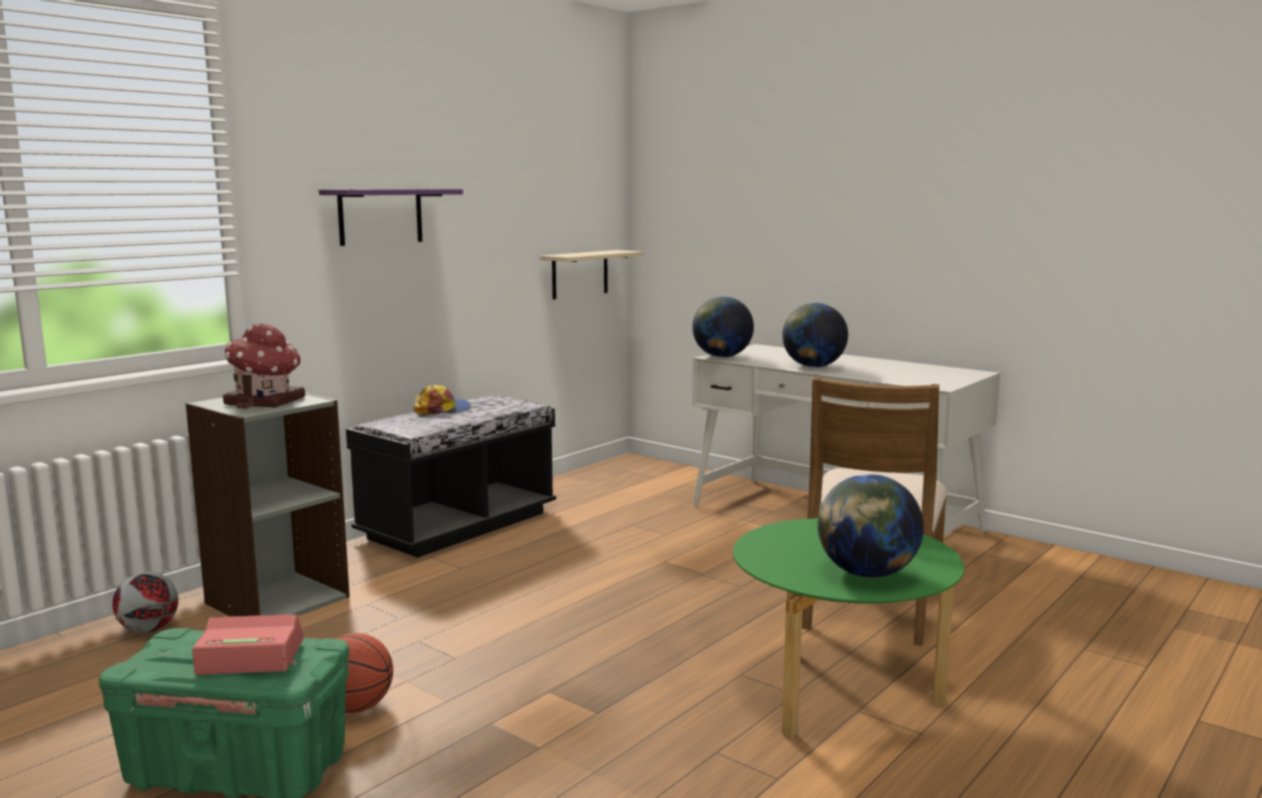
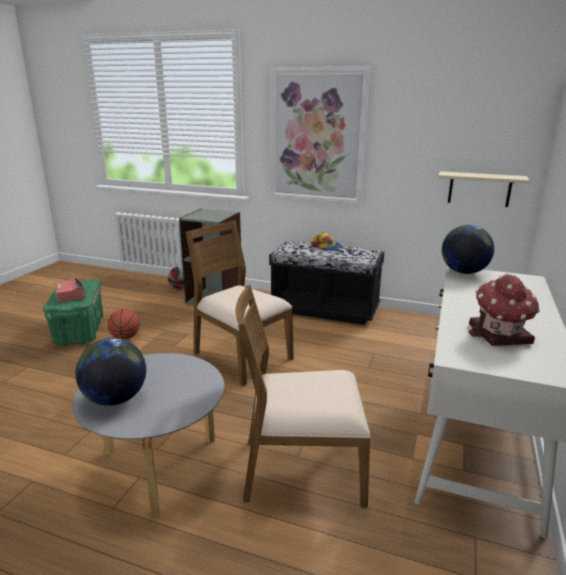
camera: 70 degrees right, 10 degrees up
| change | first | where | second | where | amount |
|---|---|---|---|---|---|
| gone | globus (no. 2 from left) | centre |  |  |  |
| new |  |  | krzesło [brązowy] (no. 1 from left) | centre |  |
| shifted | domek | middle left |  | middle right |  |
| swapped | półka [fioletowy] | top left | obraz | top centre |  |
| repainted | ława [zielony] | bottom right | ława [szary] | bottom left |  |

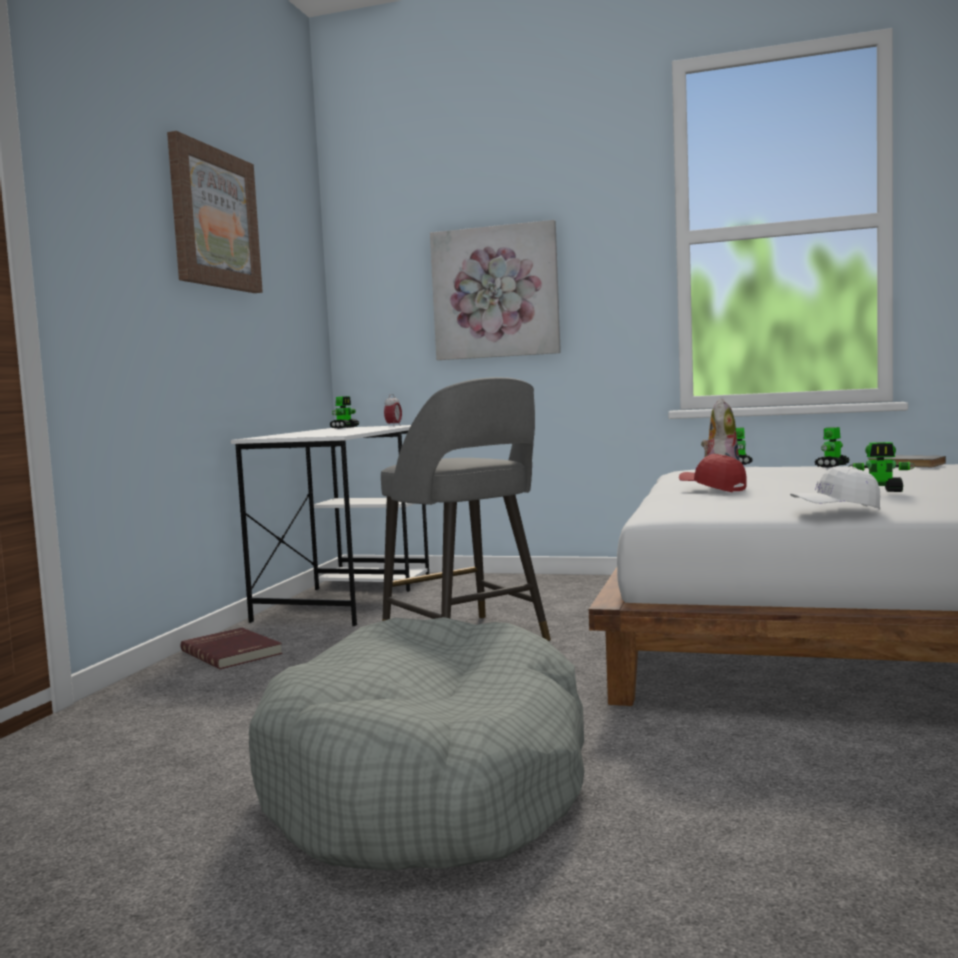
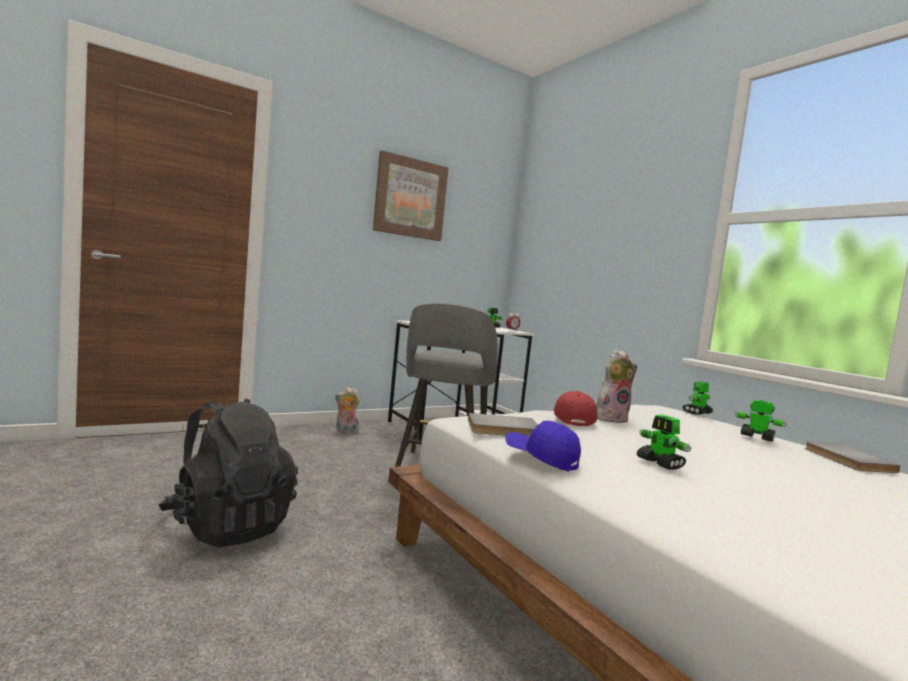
camera: 40 degrees right, 0 degrees up
| change | first | where | second | where | amount |
|---|---|---|---|---|---|
| gone | obraz (no. 2 from left) | top centre |  |  |  |
| new |  |  | książka [szary] (no. 1 from left) | centre |  |
| swapped | książka [czerwony] | bottom left | pluszak (no. 1 from left) | centre |  |
| swapped | legowisko [szary] | bottom centre | plecak [czarny] | bottom left |  |
| repainted | czapka z daszkiem [biały] | middle right | czapka z daszkiem [niebieski] | centre |  |
| rotated | robot zabawkowy (no. 3 from left in the first image) | middle right | robot zabawkowy (no. 4 from left) | middle right | 45 degrees clockwise |

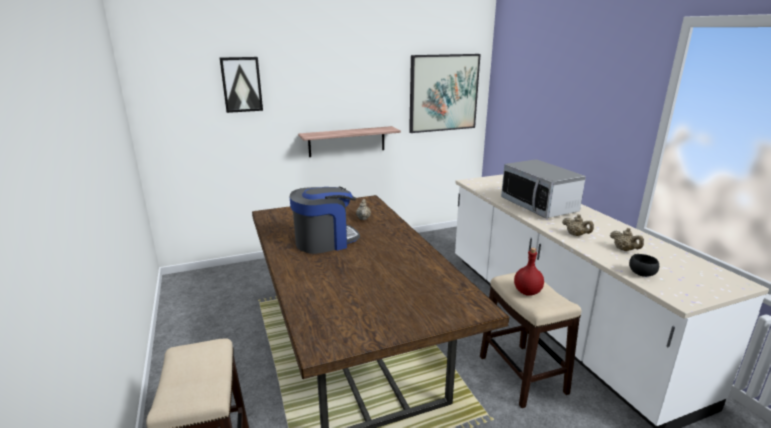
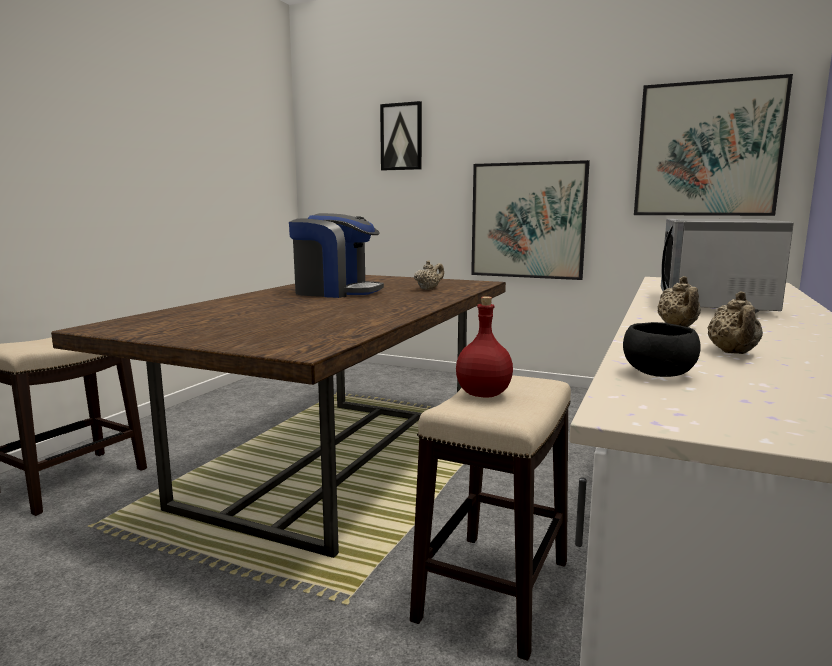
camera: 45 degrees right, 10 degrees down
| change | first | where | second | where | amount |
|---|---|---|---|---|---|
| swapped | półka | top centre | obraz (no. 2 from left) | top centre |  |

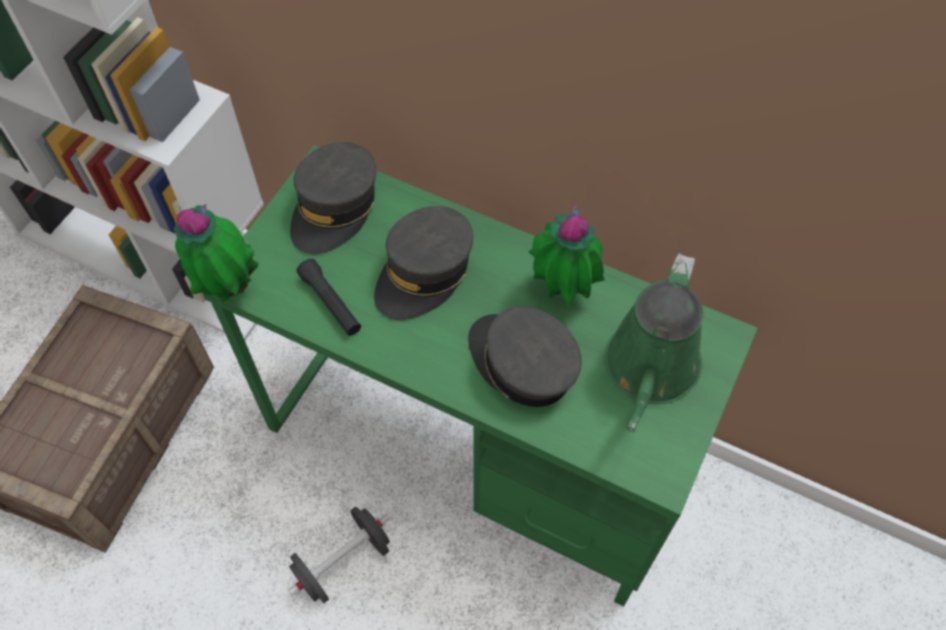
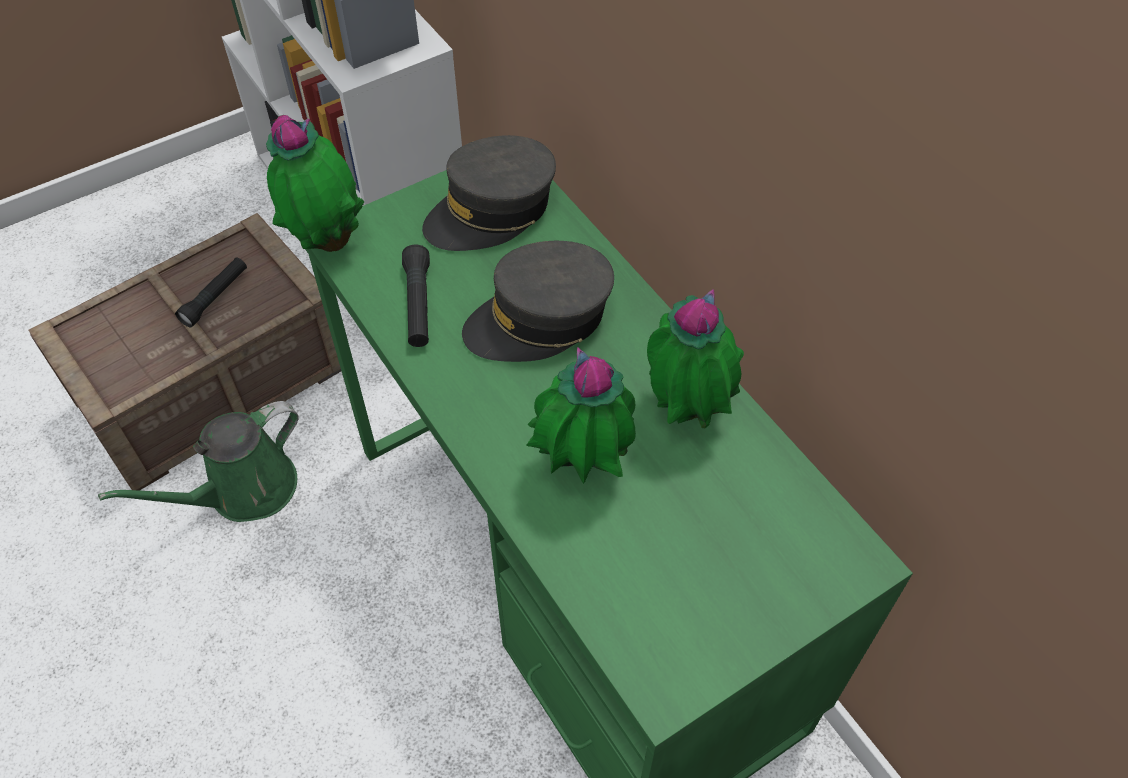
camera: 30 degrees right, 5 degrees down
| change | first | where | second | where | amount |
|---|---|---|---|---|---|
| gone | hantel [czarny] | bottom centre |  |  |  |
| new |  |  | latarka [czarny] (no. 1 from left) | middle left |  |
| shifted | konewka [zielony] | middle right |  | middle left |  |
| swapped | czapka z daszkiem [szary] (no. 3 from left) | centre | roślina doniczkowa (no. 2 from left) | centre |  |

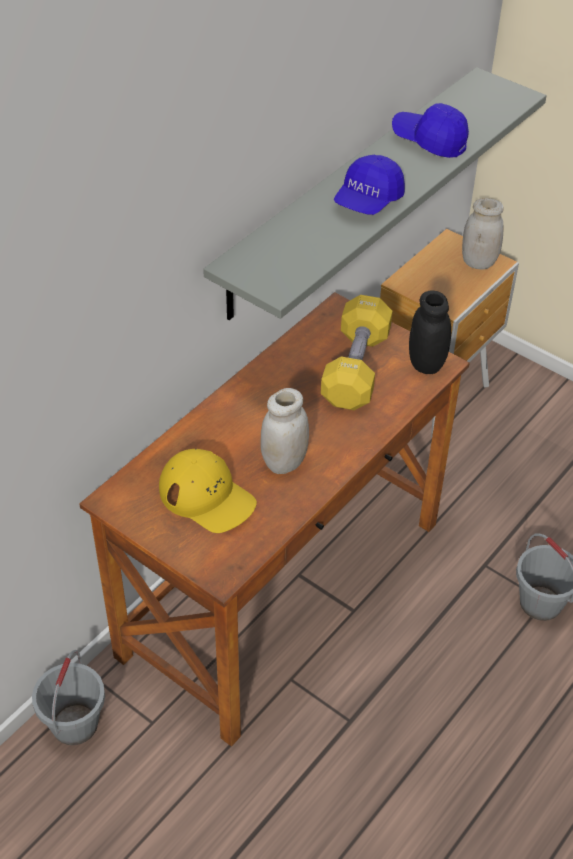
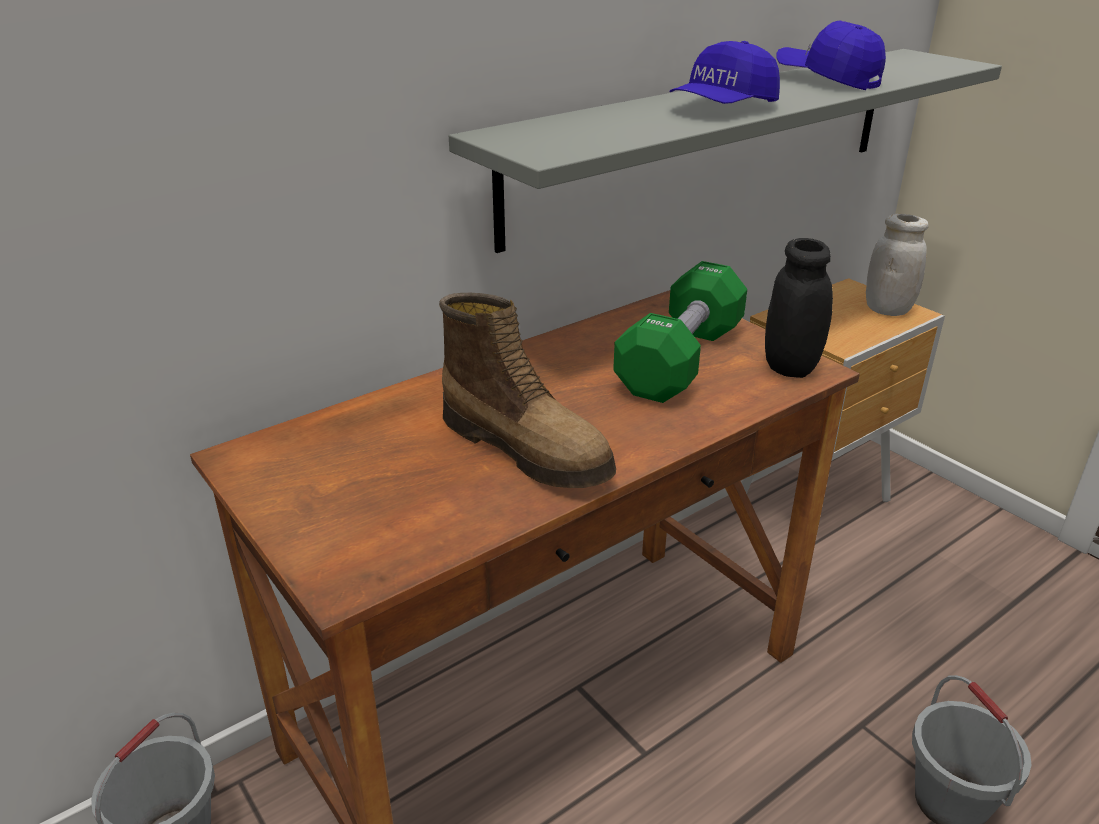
camera: 15 degrees right, 15 degrees down
| change | first | where | second | where | amount |
|---|---|---|---|---|---|
| gone | czapka z daszkiem [żółty] | centre |  |  |  |
| swapped | słoik [biały] (no. 1 from left) | centre | but z cholewką | centre |  |
| repainted | hantel [żółty] | centre | hantel [zielony] | centre |  |

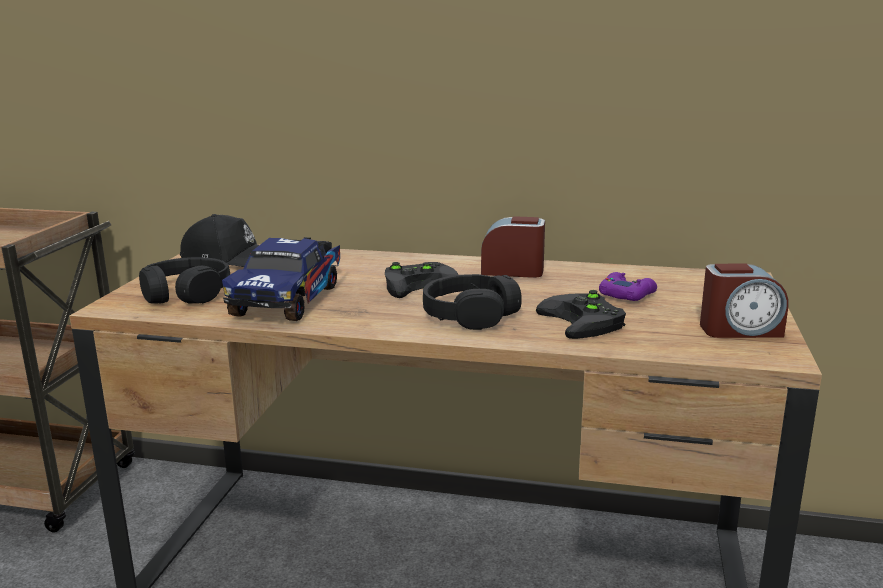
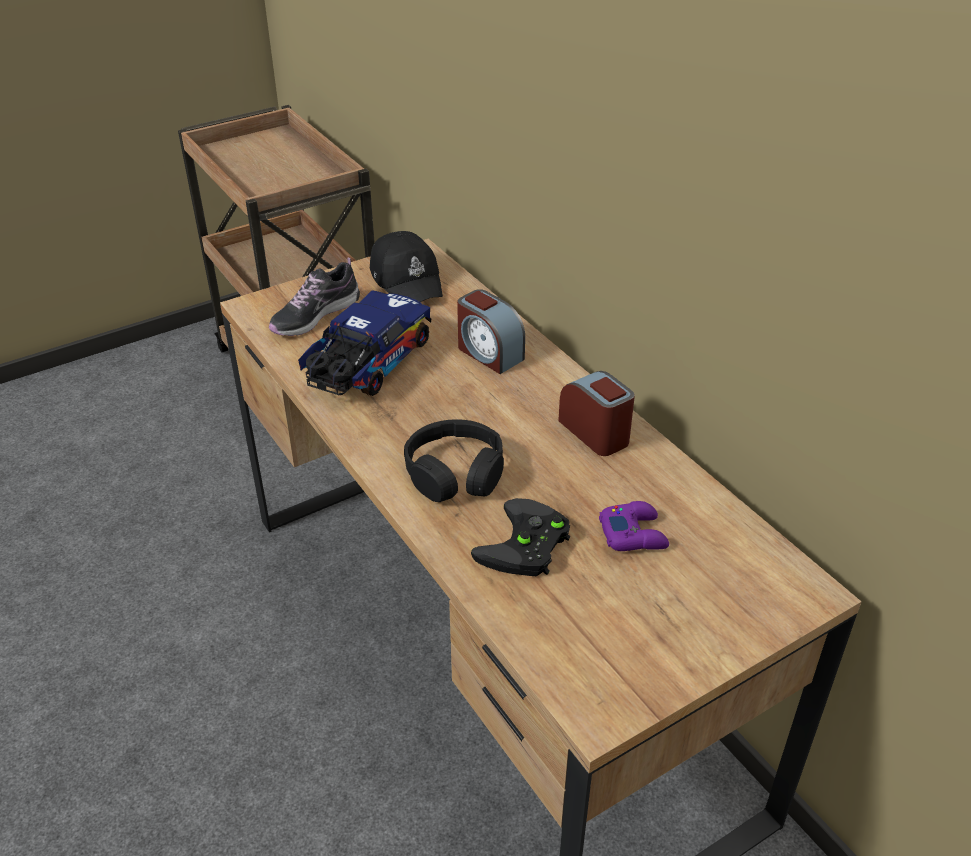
camera: 45 degrees right, 20 degrees up
| change | first | where | second | where | amount |
|---|---|---|---|---|---|
| gone | pad do gier [czarny] (no. 1 from left) | centre |  |  |  |
| shifted | budzik (no. 2 from left in the first image) | middle right | budzik (no. 1 from left) | centre |  |
| swapped | słuchawki [czarny] (no. 1 from left) | middle left | but | middle left |  |
| rotated | ciężarówka zabawkowa | middle left |  | centre | 150 degrees clockwise |

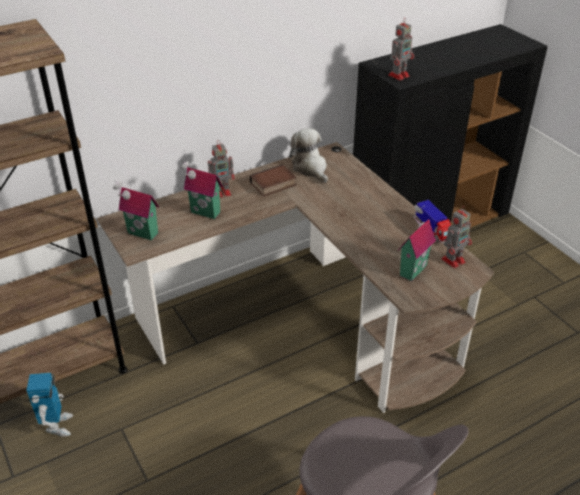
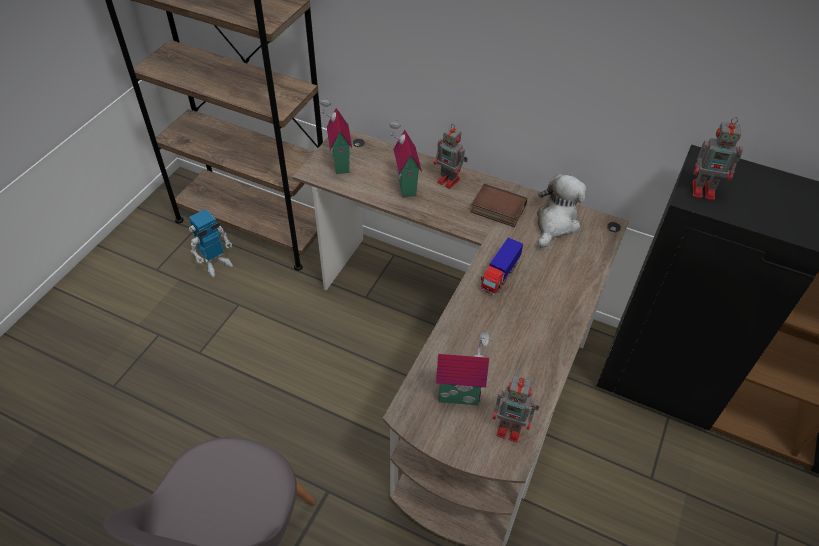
camera: 55 degrees right, 10 degrees up
| change | first | where | second | where | amount |
|---|---|---|---|---|---|
| shifted | ciężarówka zabawkowa | middle right |  | centre |  |

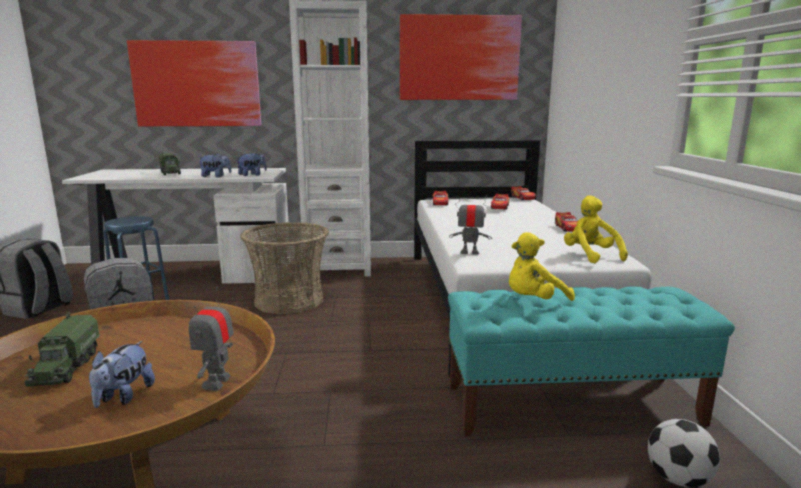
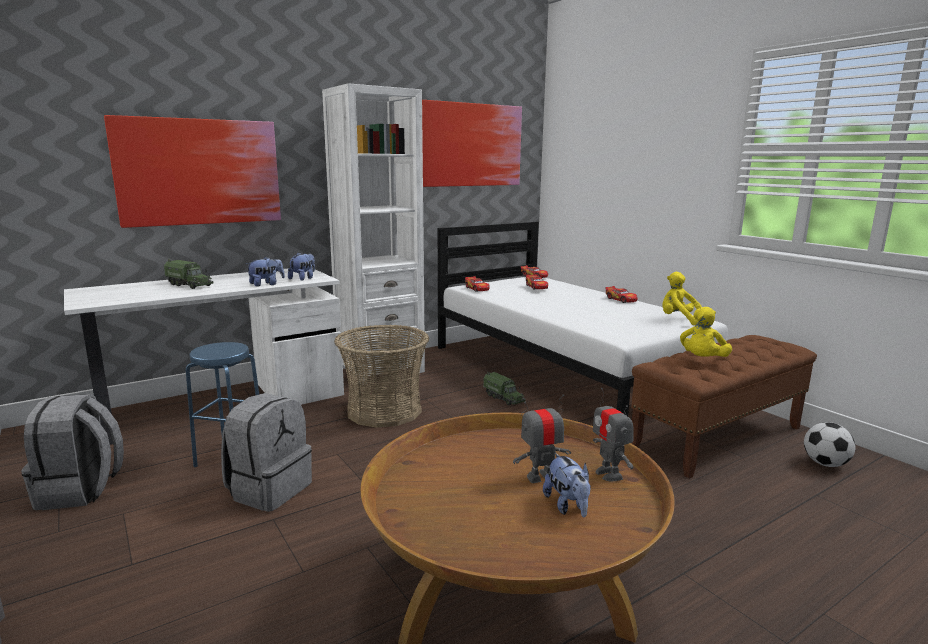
camera: 30 degrees left, 0 degrees up
| change | first | where | second | where | amount |
|---|---|---|---|---|---|
| shifted | ciężarówka zabawkowa (no. 1 from left in the first image) | bottom left | ciężarówka zabawkowa (no. 2 from left) | centre |  |
| shifted | robot zabawkowy (no. 2 from left in the first image) | centre | robot zabawkowy (no. 1 from left) | bottom centre |  |
| repainted | ławka [turkusowy] | bottom right | ławka [brązowy] | middle right |  |

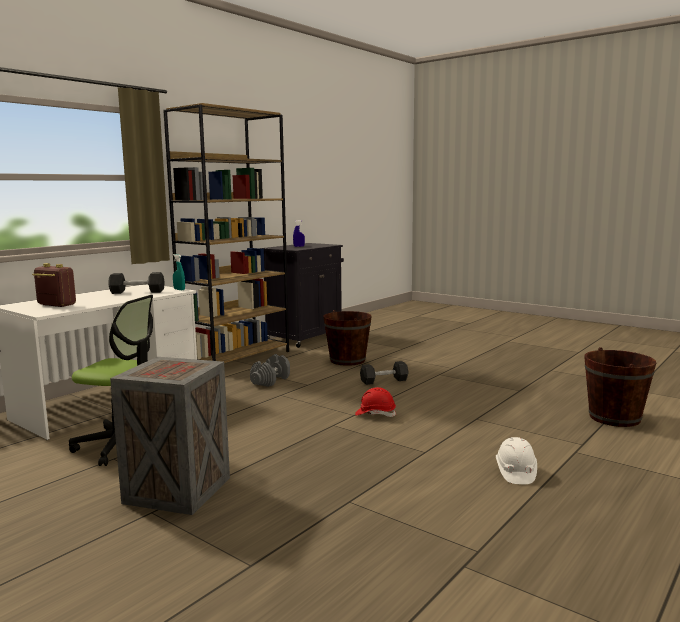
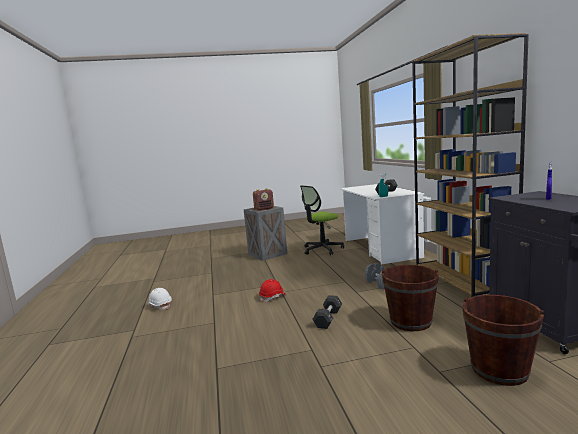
camera: 130 degrees right, 0 degrees up
| change | first | where | second | where | amount |
|---|---|---|---|---|---|
| shifted | radio | middle left |  | centre |  |
| shifted | wiadro [brązowy] (no. 2 from left) | middle right |  | bottom right |  |

